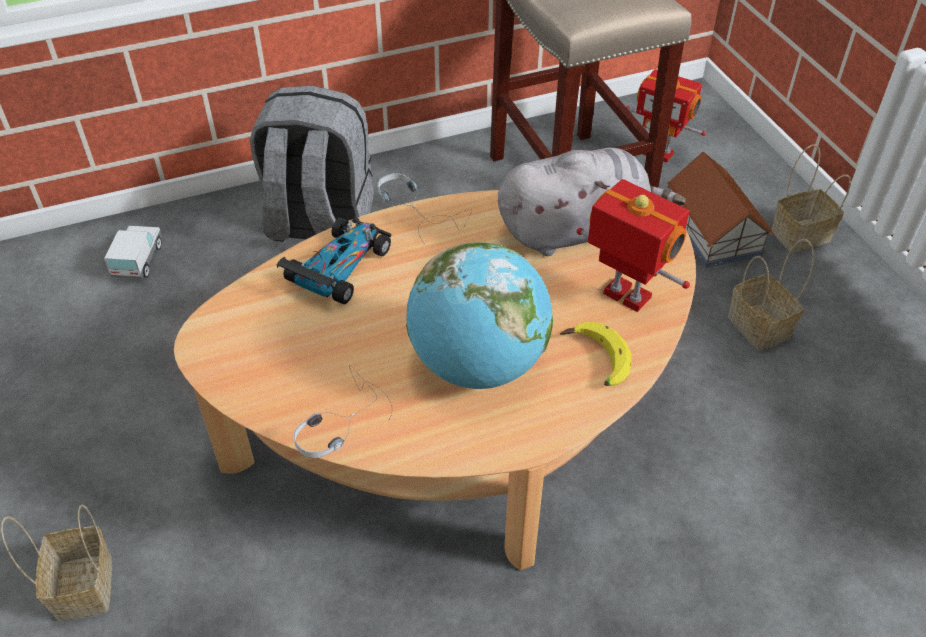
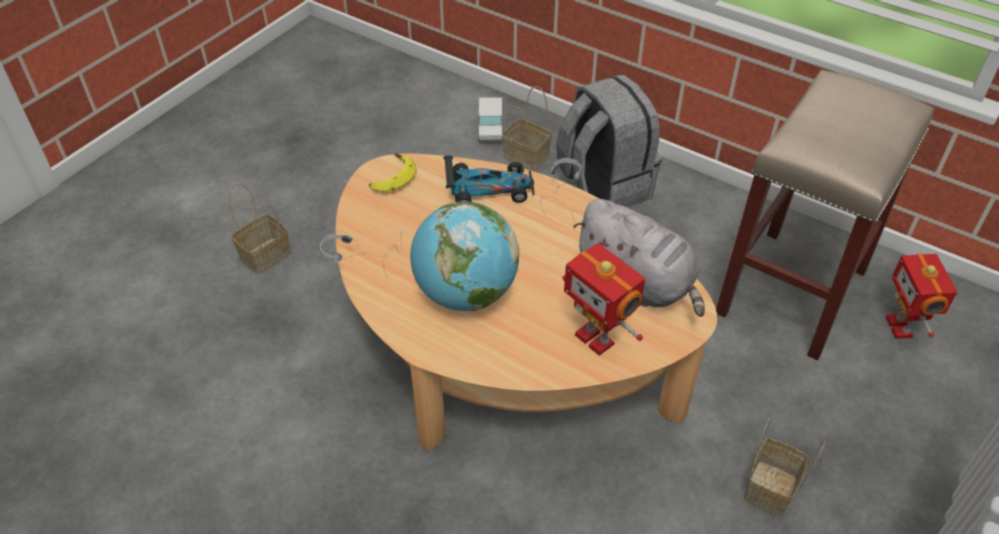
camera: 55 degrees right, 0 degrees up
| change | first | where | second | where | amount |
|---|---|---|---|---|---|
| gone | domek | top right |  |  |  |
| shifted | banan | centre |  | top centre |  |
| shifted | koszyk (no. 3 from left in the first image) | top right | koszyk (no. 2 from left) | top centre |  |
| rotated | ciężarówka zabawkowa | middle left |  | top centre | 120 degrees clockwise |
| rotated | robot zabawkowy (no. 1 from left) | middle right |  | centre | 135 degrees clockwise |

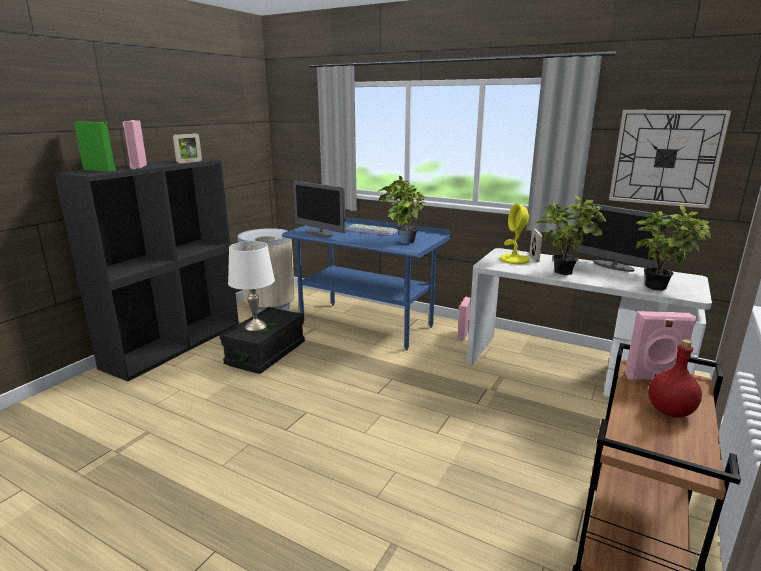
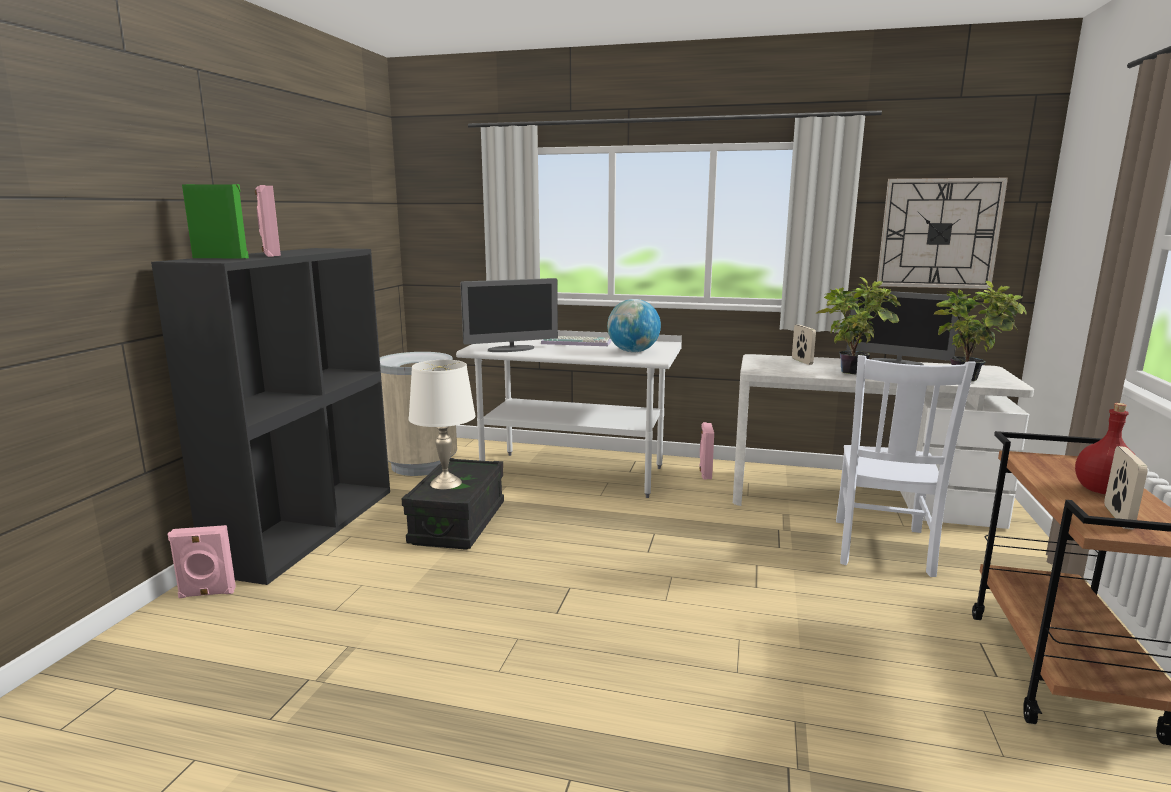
camera: 15 degrees left, 5 degrees down
| change | first | where | second | where | amount |
|---|---|---|---|---|---|
| gone | lampa stołowa [żółty] | middle right |  |  |  |
| new |  |  | krzesło [biały] | middle right |  |
| shifted | ramka na zdjęcie (no. 1 from left in the first image) | top left | ramka na zdjęcie (no. 2 from left) | middle right |  |
| shifted | głośnik [różowy] (no. 3 from left in the first image) | middle right | głośnik [różowy] (no. 1 from left) | bottom left |  |
| swapped | roślina doniczkowa (no. 1 from left) | centre | globus | centre |  |
| repainted | biurko [niebieski] | centre | biurko [biały] (no. 1 from left) | centre |  |
| rotated | monitor (no. 1 from left) | centre |  | centre | 45 degrees counterclockwise |

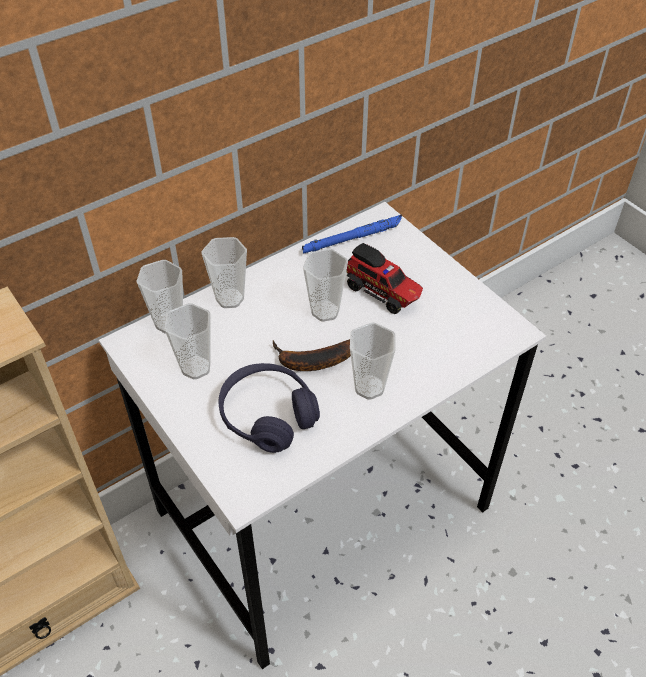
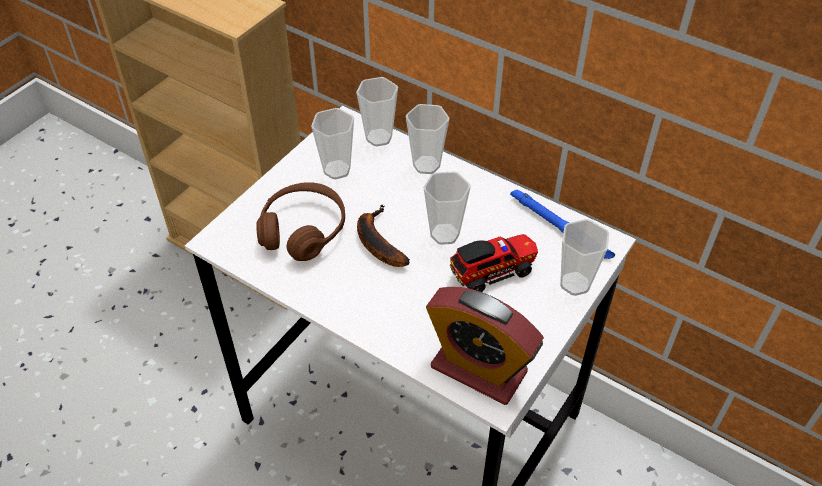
camera: 70 degrees right, 0 degrees up
| change | first | where | second | where | amount |
|---|---|---|---|---|---|
| new |  |  | budzik | bottom centre |  |
| shifted | filiżanka (no. 5 from left) | centre |  | middle right |  |
| repainted | słuchawki [fioletowy] | centre | słuchawki [brązowy] | centre |  |
| rotated | ciężarówka zabawkowa | centre |  | centre | 135 degrees counterclockwise |

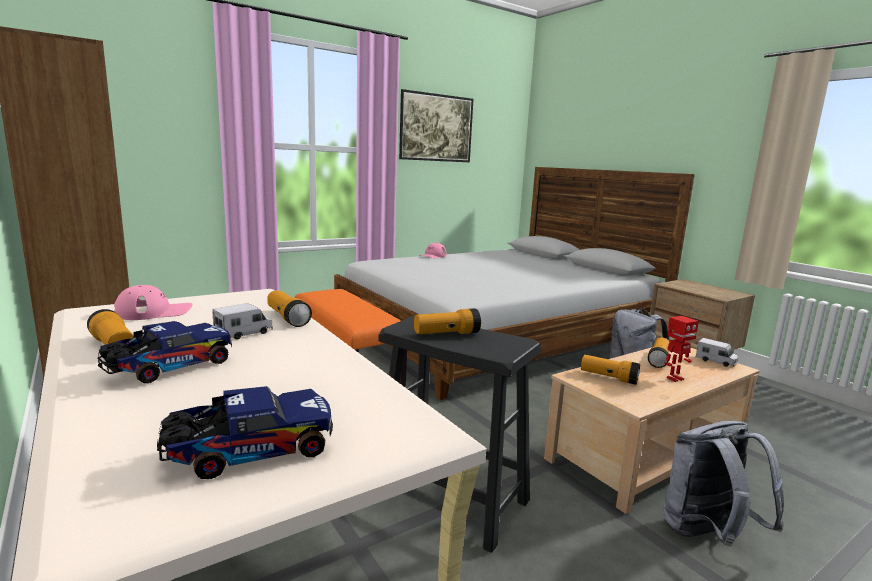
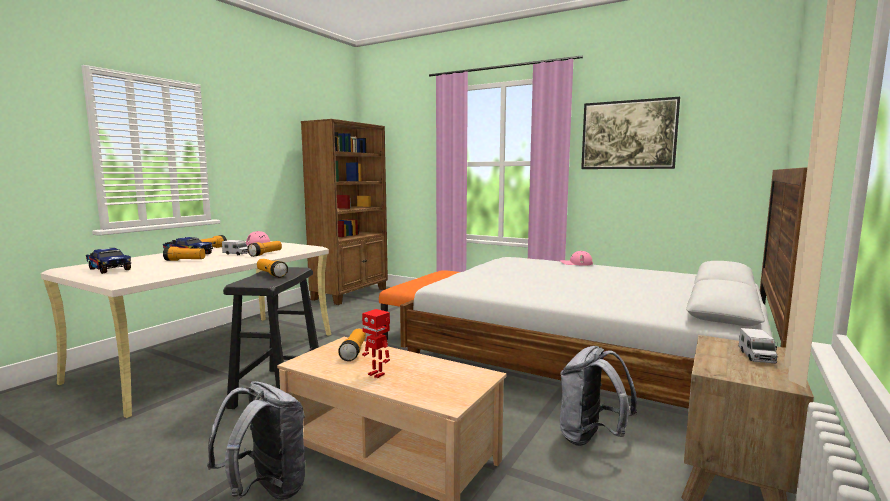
camera: 65 degrees right, 5 degrees down
| change | first | where | second | where | amount |
|---|---|---|---|---|---|
| shifted | latarka (no. 5 from left in the first image) | middle right | latarka (no. 1 from left) | middle left |  |
| shifted | ciężarówka zabawkowa (no. 4 from left) | middle right |  | bottom right |  |

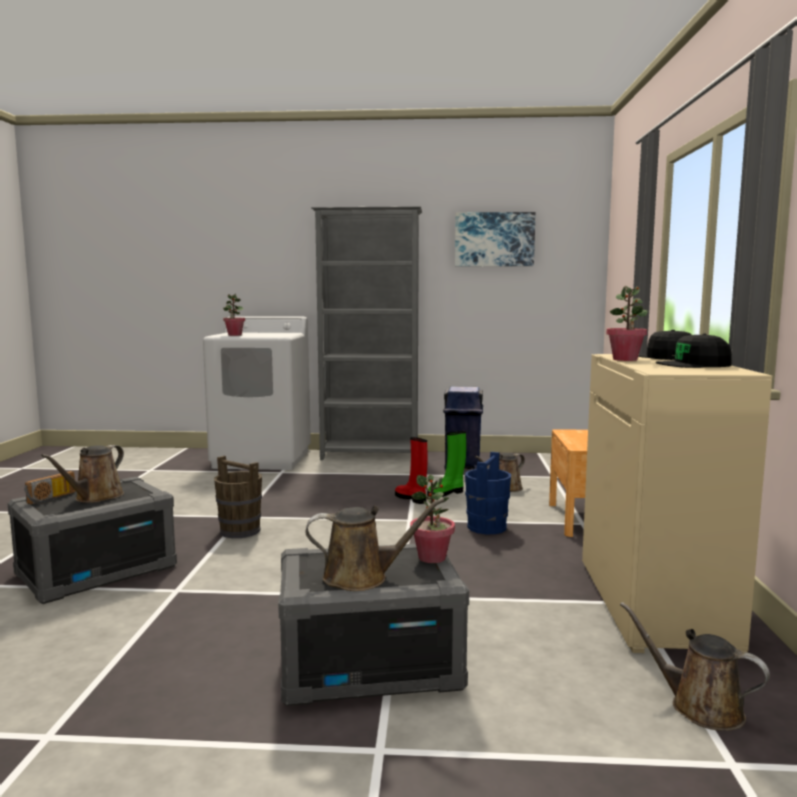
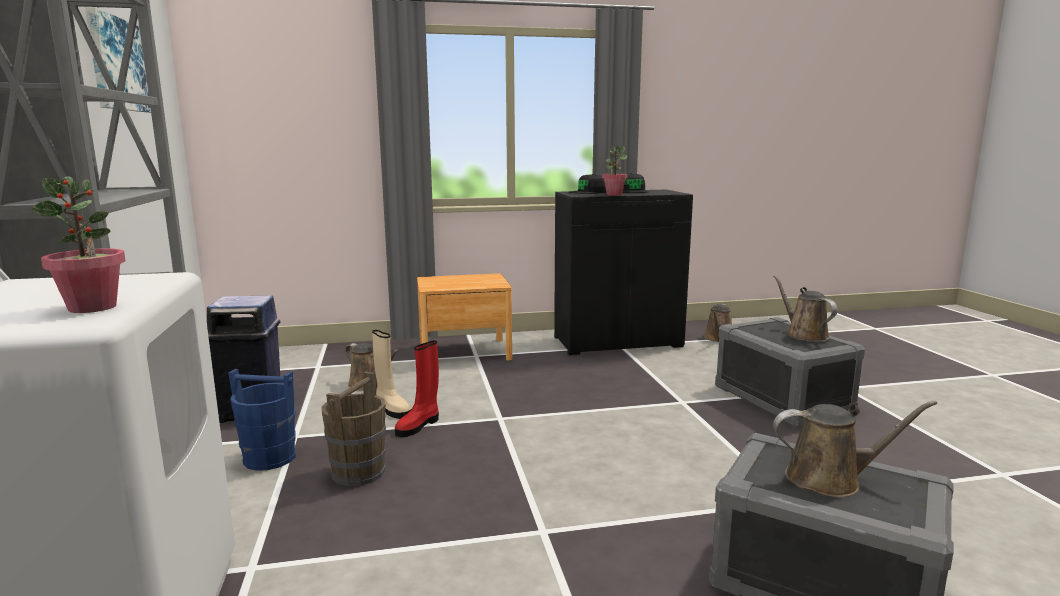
camera: 105 degrees left, 5 degrees up
| change | first | where | second | where | amount |
|---|---|---|---|---|---|
| gone | radio | middle left |  |  |  |
| gone | roślina doniczkowa (no. 2 from left) | centre |  |  |  |
| shifted | wiadro [brązowy] | middle left |  | bottom left |  |
| shifted | wiadro [niebieski] | centre |  | bottom left |  |
| repainted | but z cholewką [zielony] | centre | but z cholewką [beżowy] | centre |  |
| repainted | szafka [beżowy] | middle right | szafka [czarny] | centre |  |

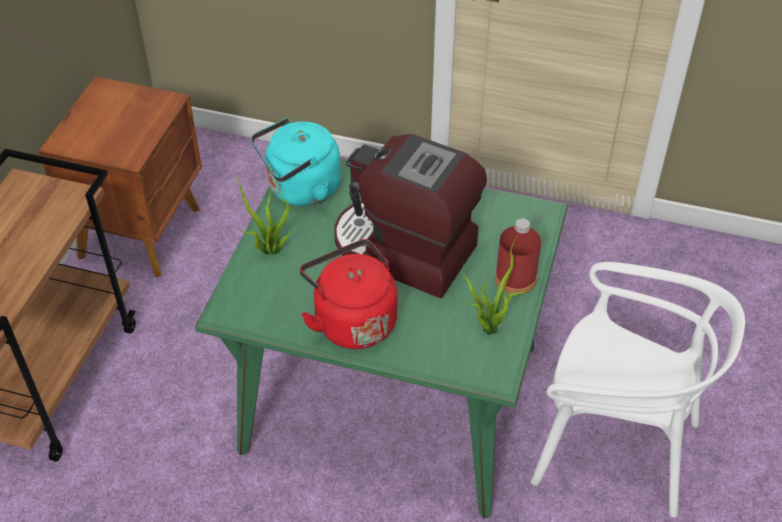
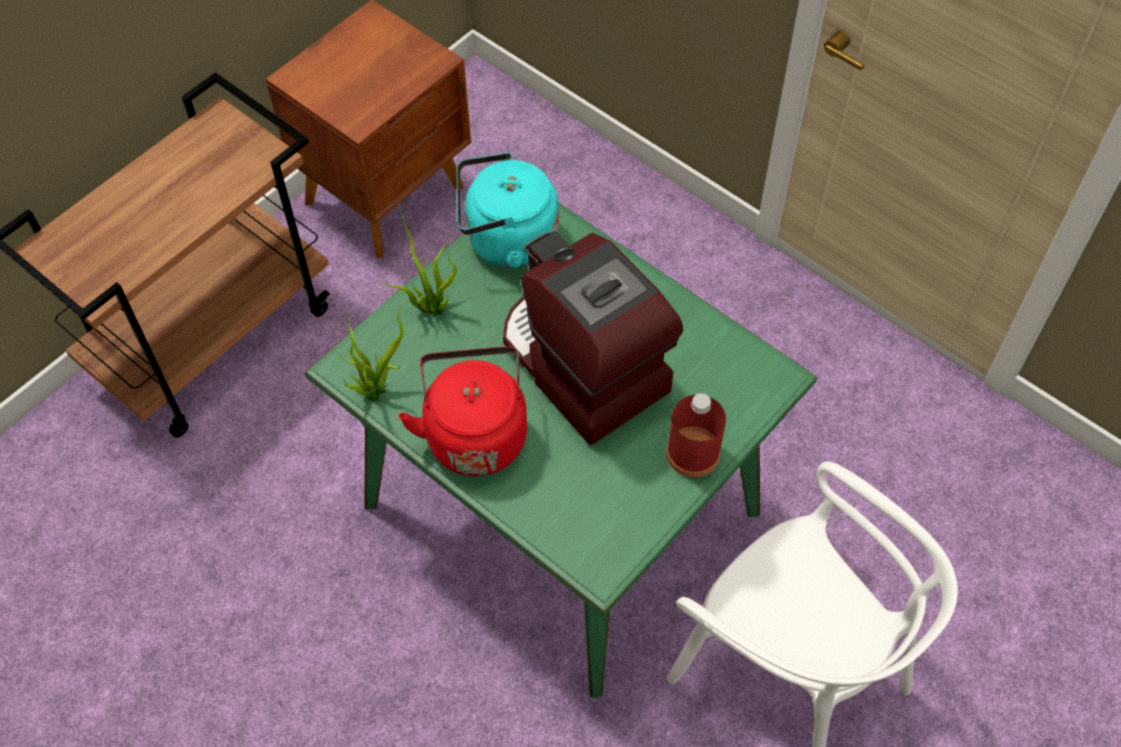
camera: 25 degrees right, 10 degrees up
| change | first | where | second | where | amount |
|---|---|---|---|---|---|
| shifted | roślina doniczkowa (no. 2 from left in the first image) | centre | roślina doniczkowa (no. 1 from left) | middle left |  |

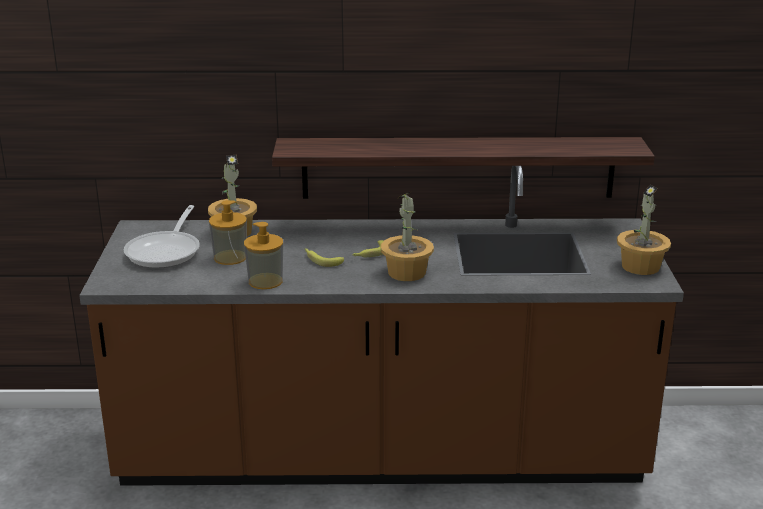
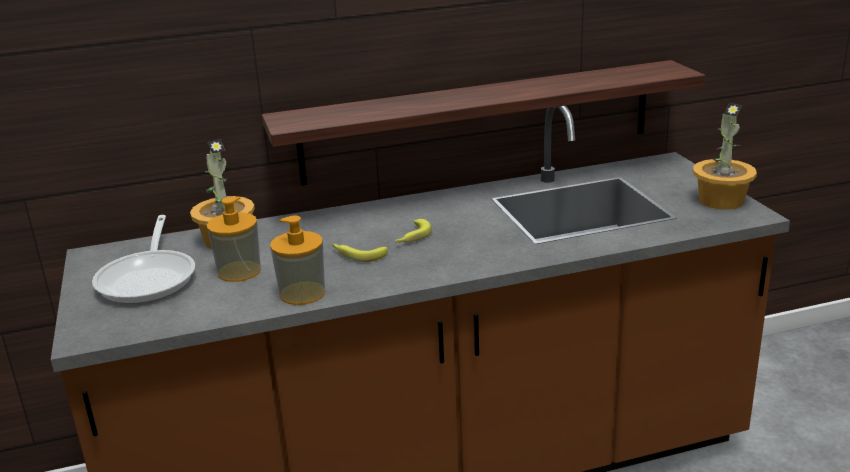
camera: 15 degrees left, 0 degrees up
| change | first | where | second | where | amount |
|---|---|---|---|---|---|
| gone | roślina doniczkowa (no. 2 from left) | centre |  |  |  |

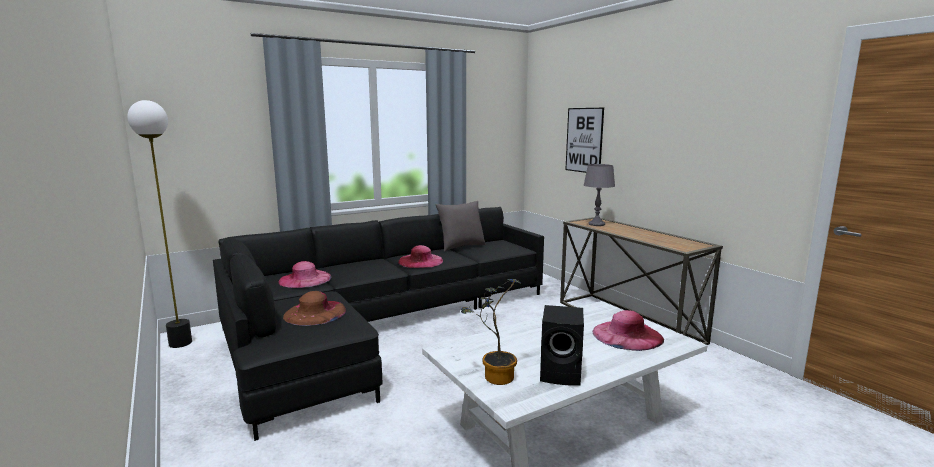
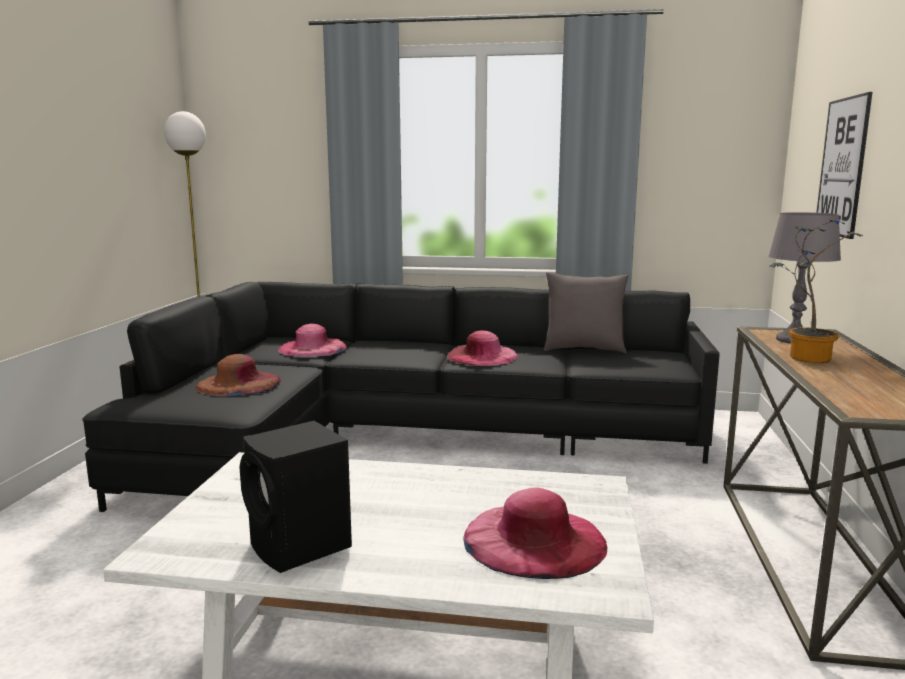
camera: 40 degrees right, 0 degrees up
| change | first | where | second | where | amount |
|---|---|---|---|---|---|
| shifted | roślina doniczkowa | bottom centre |  | middle right |  |

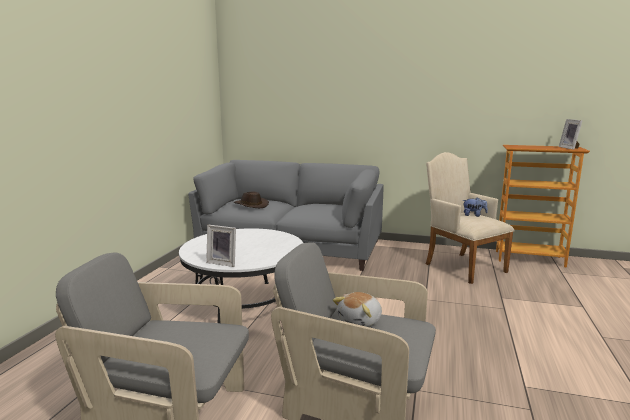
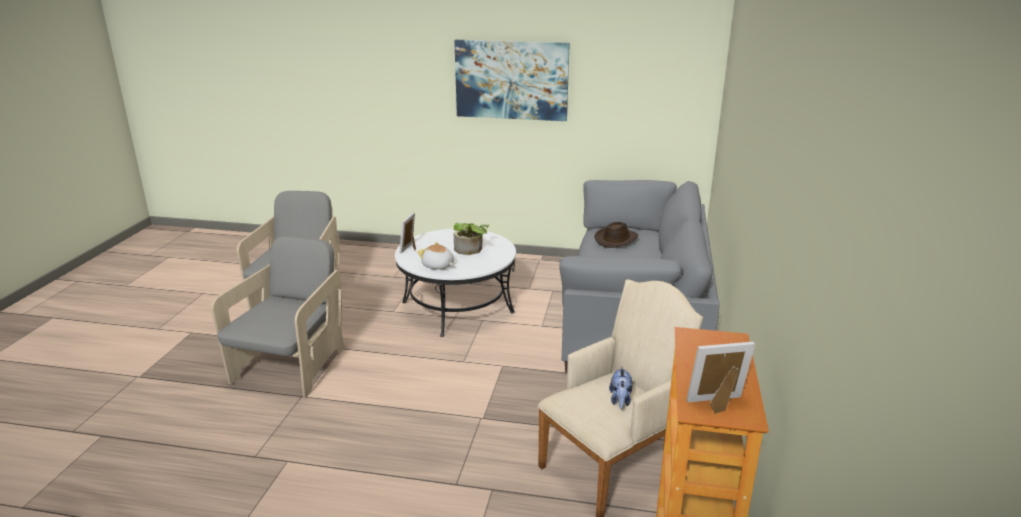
camera: 85 degrees right, 10 degrees up
| change | first | where | second | where | amount |
|---|---|---|---|---|---|
| new |  |  | roślina doniczkowa | centre |  |
| new |  |  | obraz | top centre |  |
| shifted | pluszak (no. 1 from left) | bottom centre |  | centre |  |

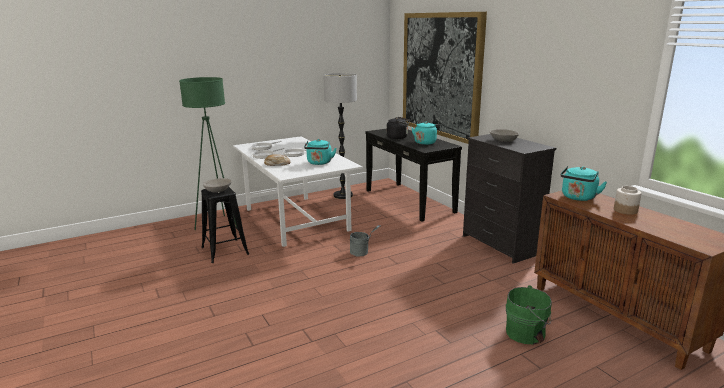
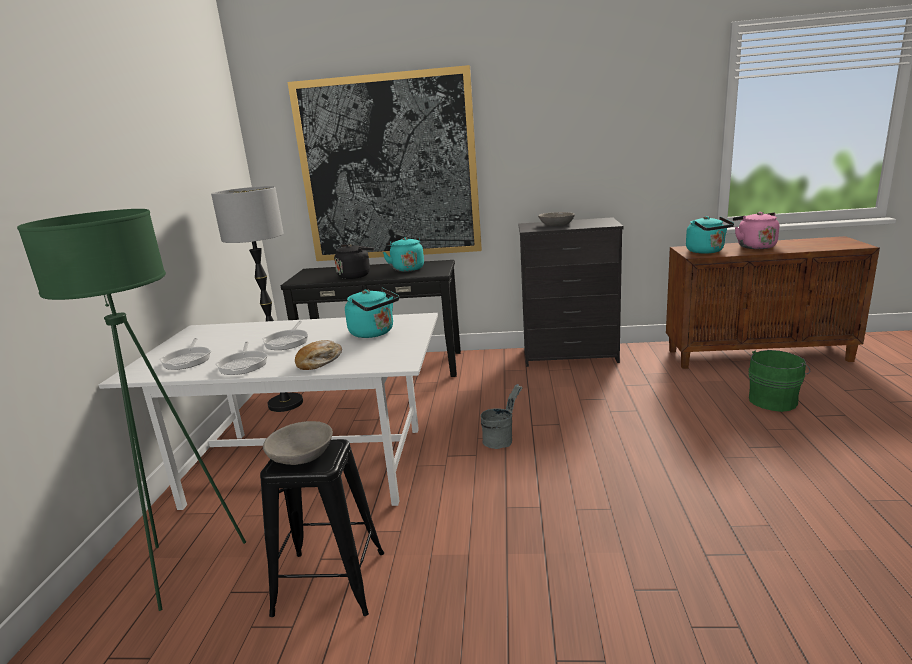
camera: 55 degrees left, 0 degrees up
| change | first | where | second | where | amount |
|---|---|---|---|---|---|
| swapped | słoik | middle right | czajnik [różowy] | middle right |  |

